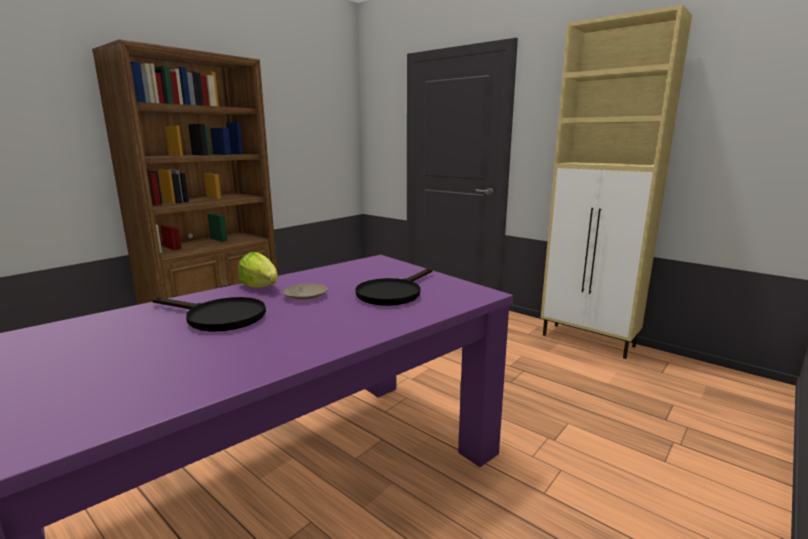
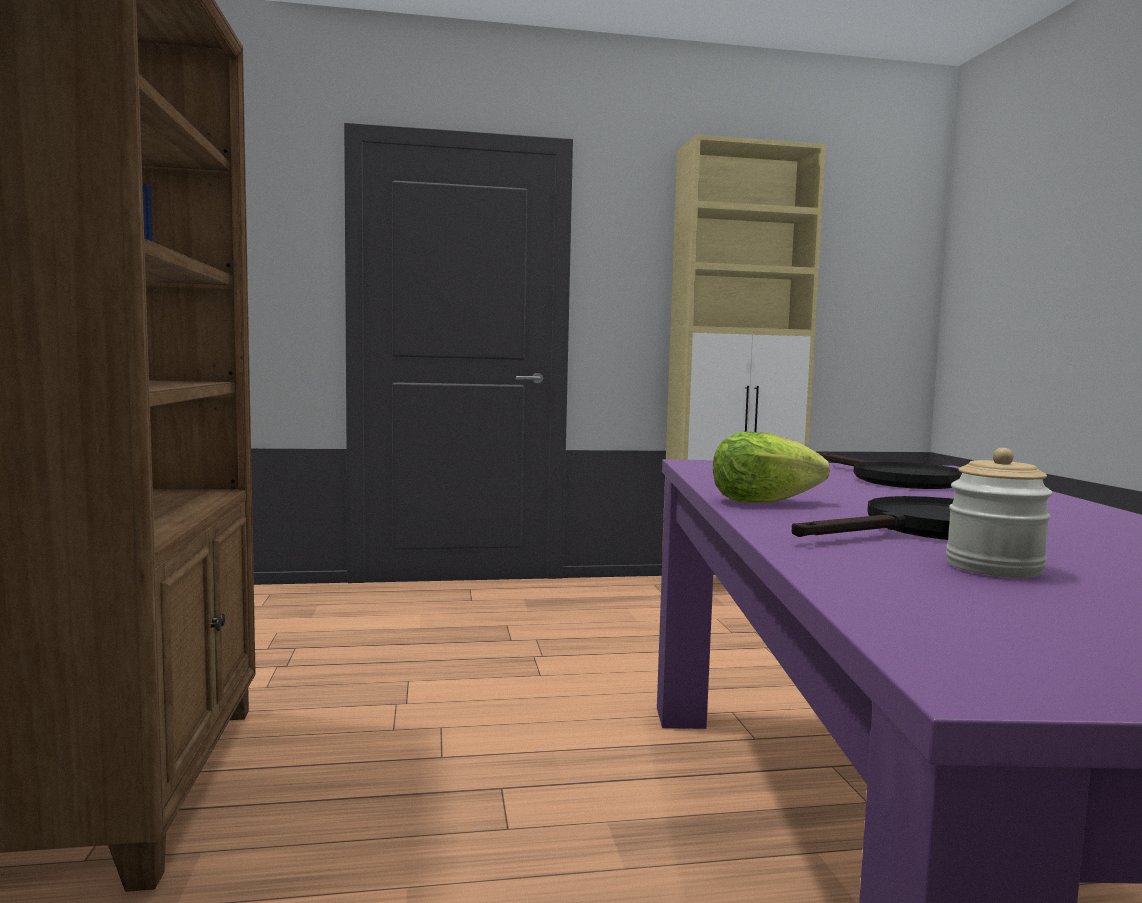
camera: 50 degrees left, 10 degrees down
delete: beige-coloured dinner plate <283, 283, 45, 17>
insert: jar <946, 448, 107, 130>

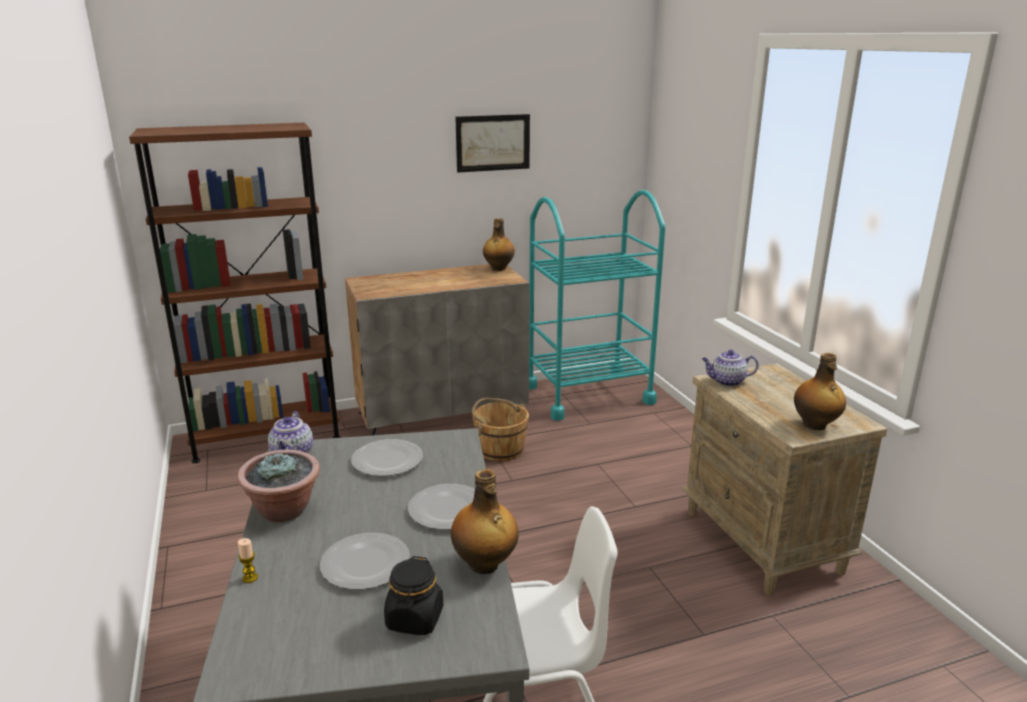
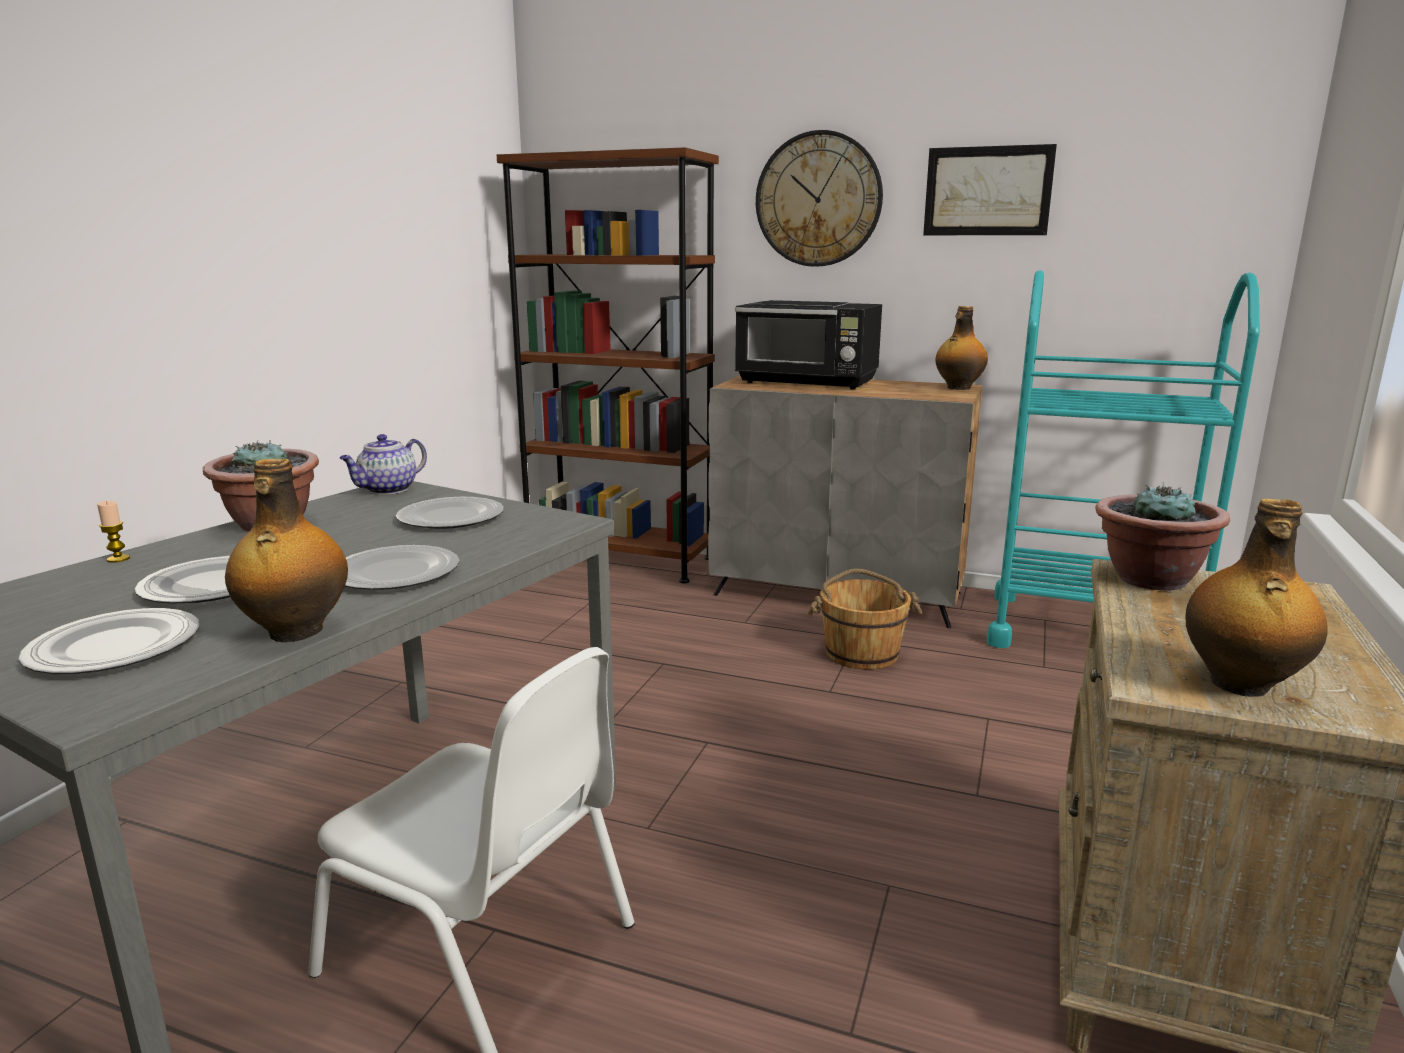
camera: 40 degrees right, 5 degrees down
insert: blackish microwave oven <735, 300, 147, 90>; wall clock <756, 130, 127, 137>
replace: blackish jar <384, 556, 59, 79> to dinner plate <19, 608, 181, 66>; tea pot <702, 350, 57, 37> to plant in a pot <1096, 482, 134, 108>

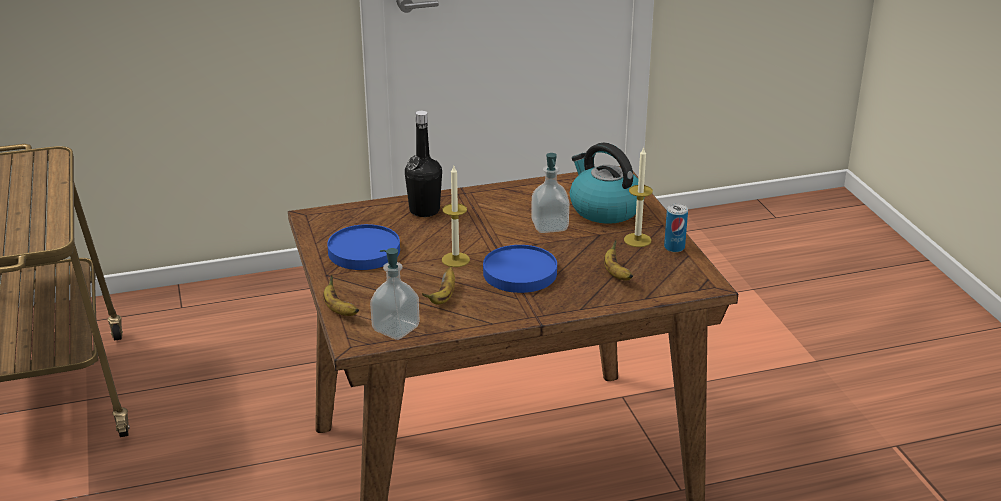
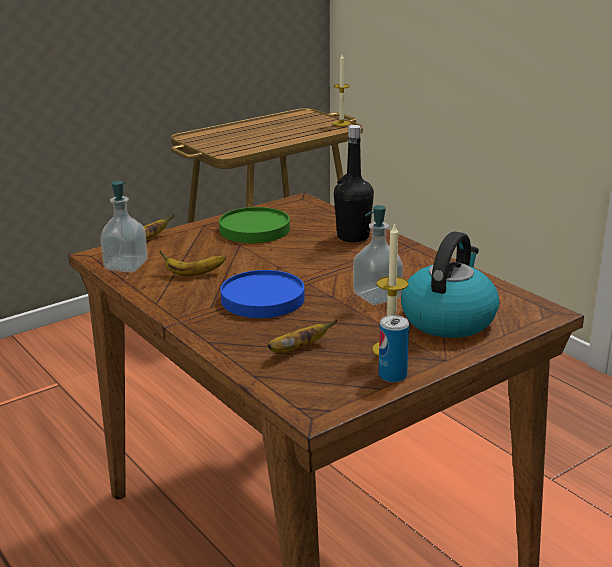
camera: 70 degrees right, 5 degrees down
move: candle <442, 166, 28, 101> to <332, 54, 19, 72>
recolor: blue dinner plate <327, 224, 73, 46> to green dinner plate <219, 207, 71, 36>

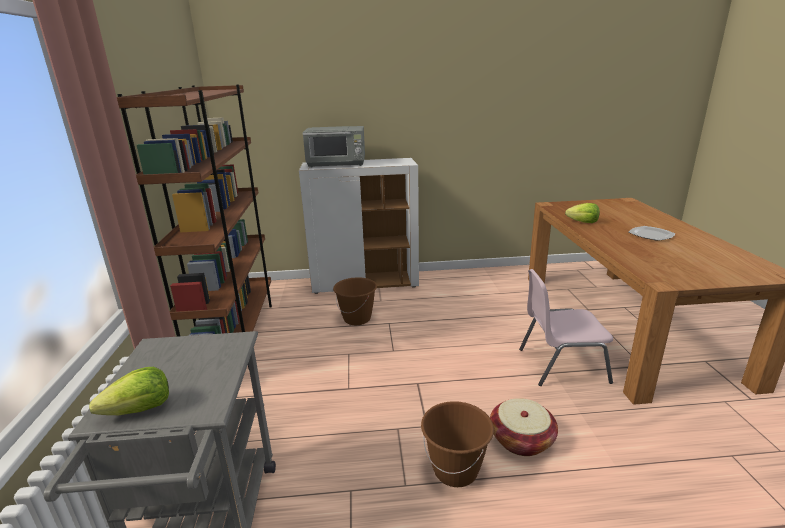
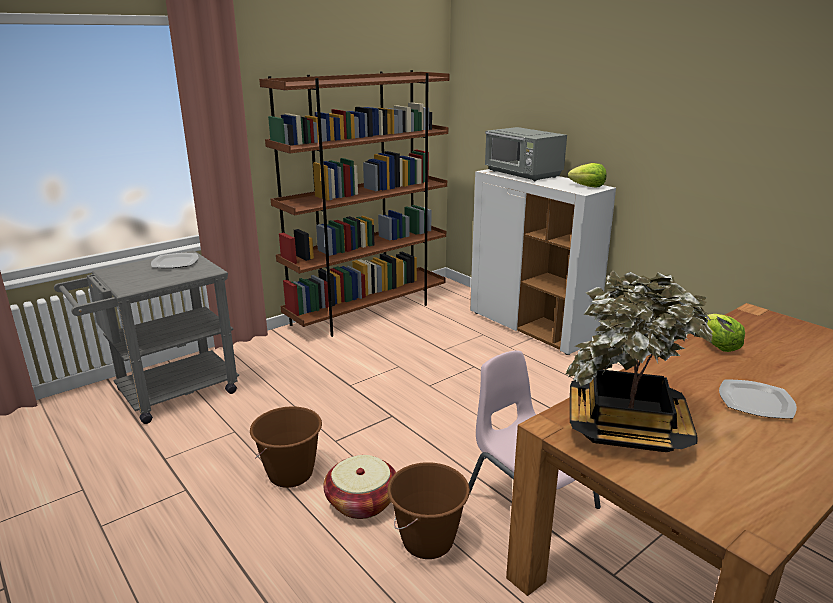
camera: 55 degrees right, 0 degrees up
insert: dinner plate <151, 253, 47, 15>; plant in a pot <565, 271, 170, 181>
move: head of lettuce <89, 367, 80, 48> to <568, 163, 39, 25>; brownish pail <333, 277, 44, 48> to <387, 462, 83, 97>

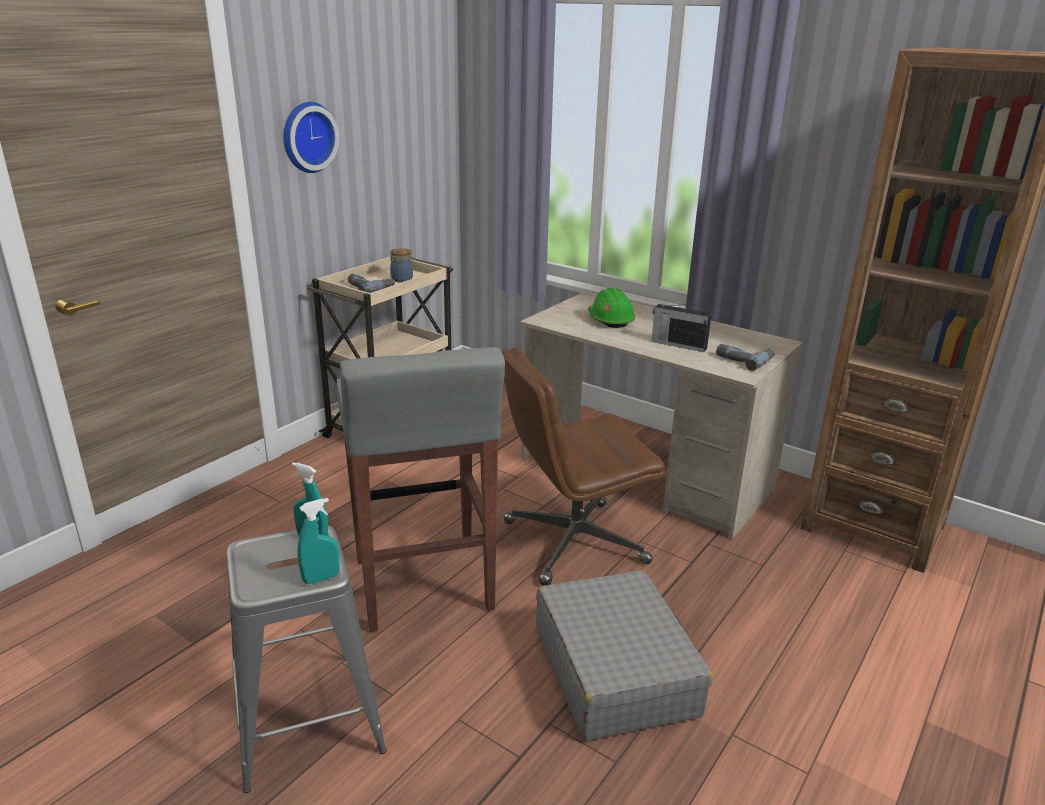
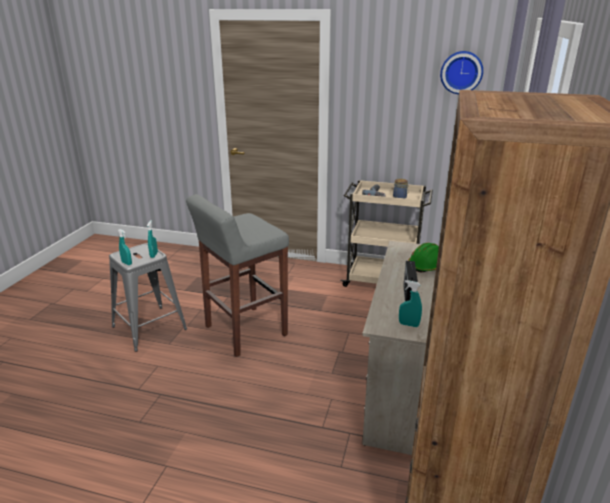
camera: 70 degrees right, 0 degrees up
delete: brownish desk chair <501, 347, 164, 239>; greyish travel case <536, 570, 176, 171>
move: wall clock <283, 102, 56, 71> to <440, 51, 43, 43>
replace: power drill <716, 344, 59, 27> to turquoise spray bottle <399, 280, 23, 47>

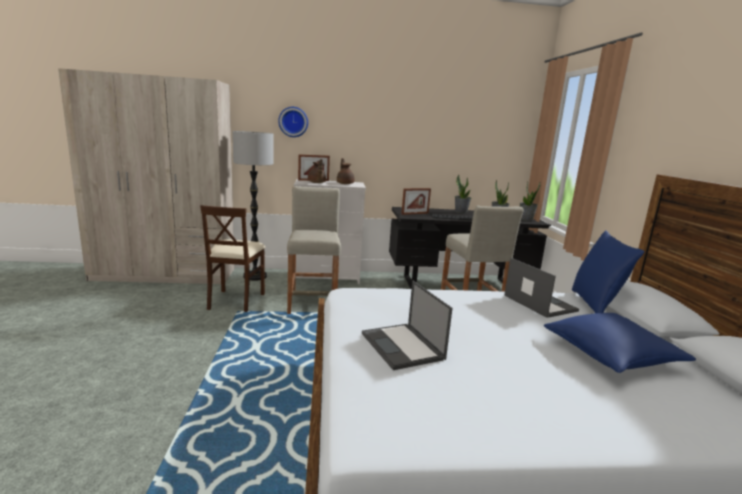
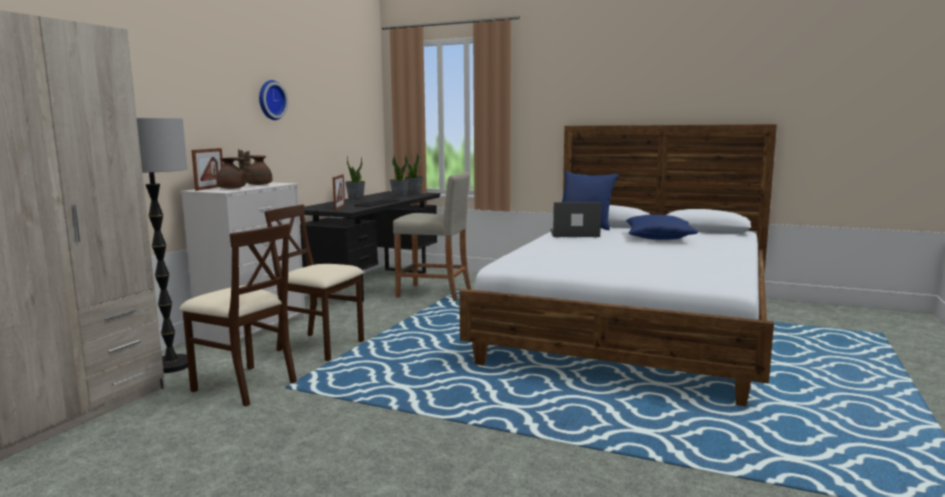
camera: 60 degrees left, 5 degrees down
delete: notebook computer <362, 281, 90, 89>
move: wall clock <278, 107, 30, 30> to <259, 80, 29, 40>
replace: beige-coloured sitting stool <287, 186, 54, 128> to beige-coloured upright chair <264, 205, 100, 156>

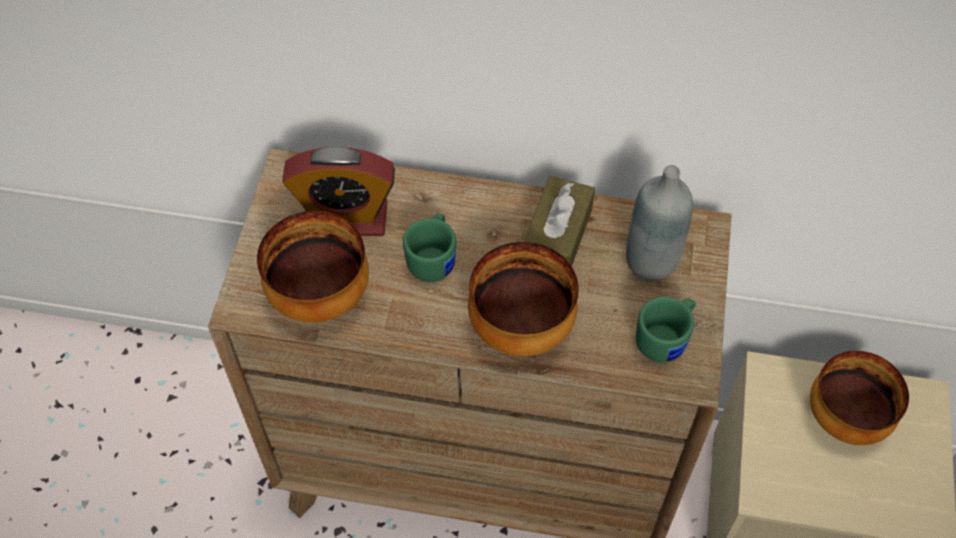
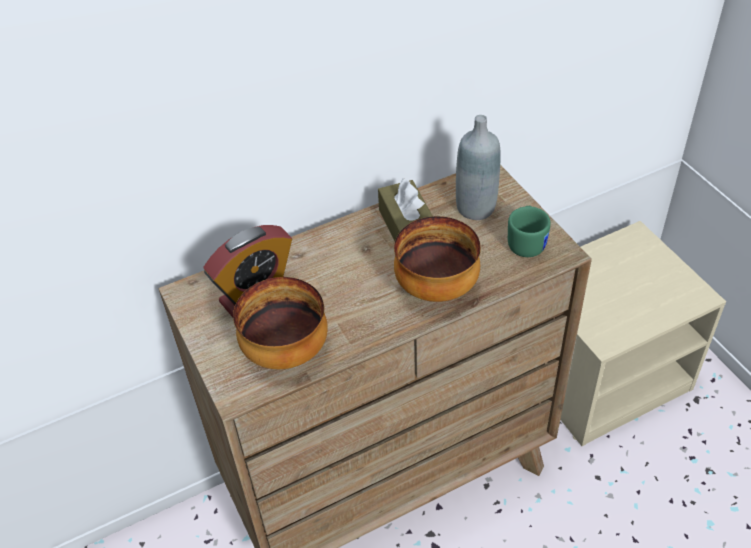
camera: 35 degrees left, 10 degrees down
delete: green coffee mug <403, 214, 53, 68>; deep dish <810, 351, 99, 94>

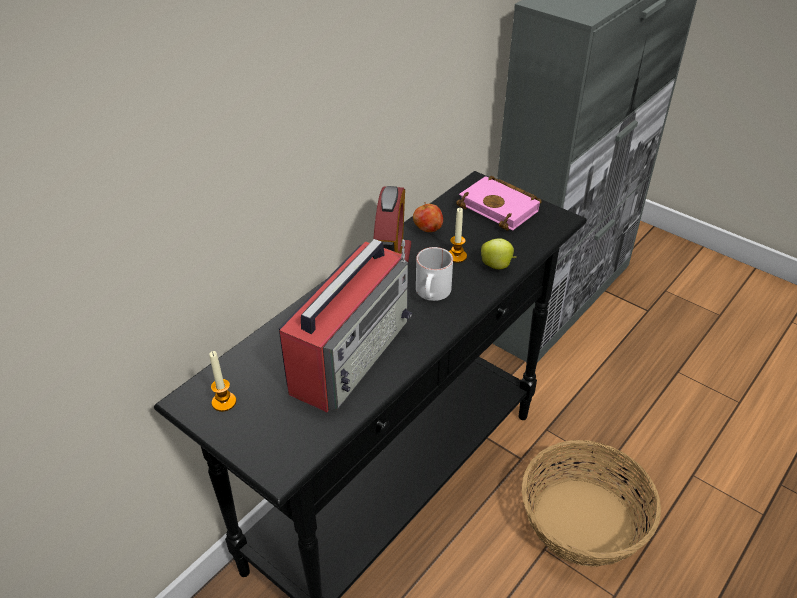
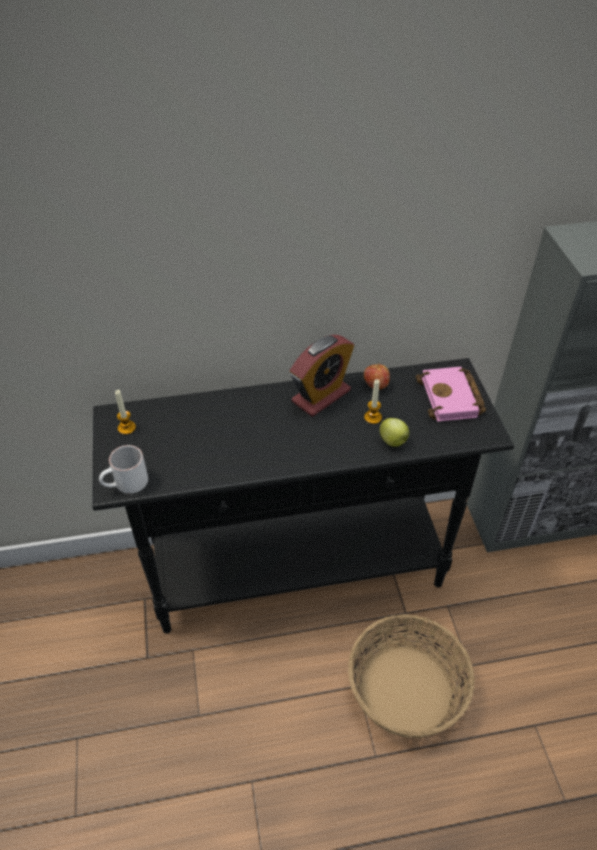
camera: 40 degrees right, 5 degrees up
delete: radio set <279, 239, 133, 173>
move: white coffee mug <416, 247, 37, 54> to <99, 445, 49, 49>

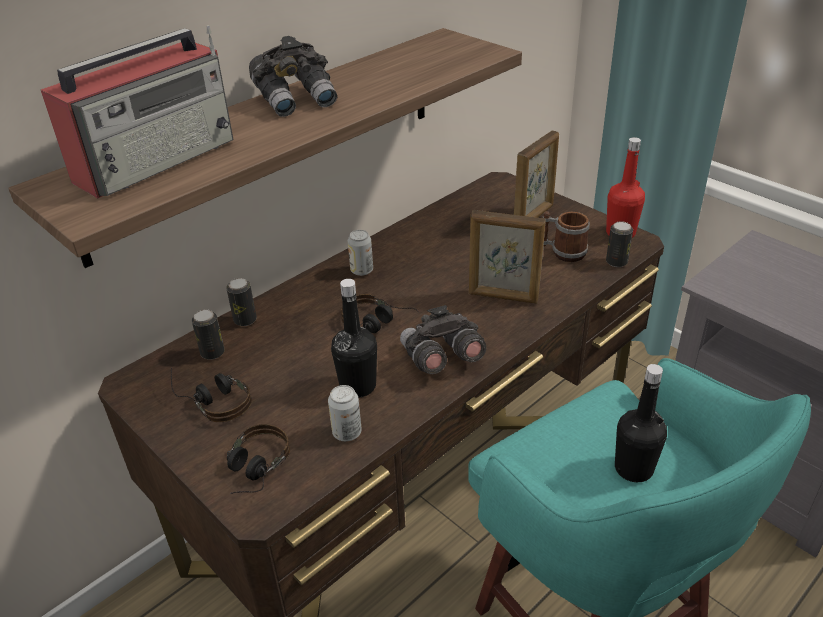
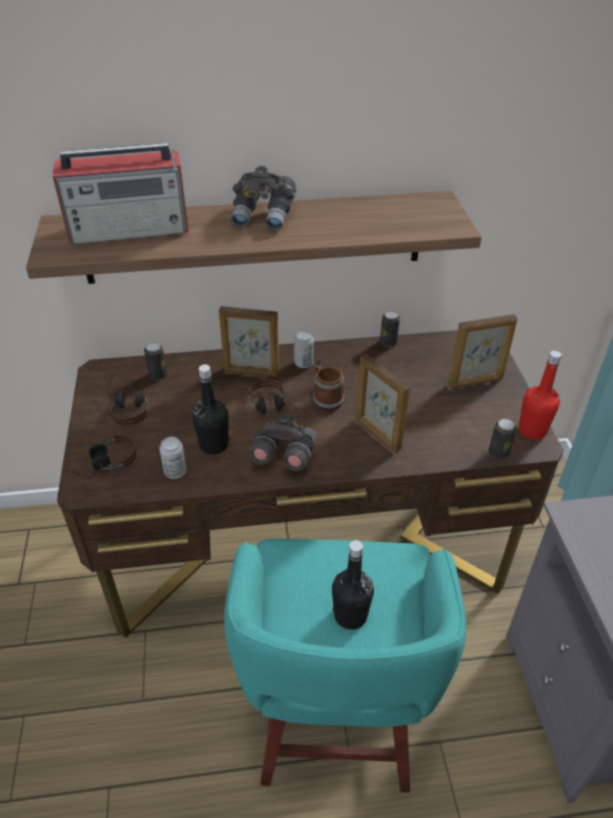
camera: 35 degrees right, 5 degrees up
insert: picture frame <219, 306, 60, 71>
move: metal can <226, 278, 31, 48> to <380, 311, 20, 36>; coffee mug <543, 211, 47, 51> to <313, 359, 31, 52>

